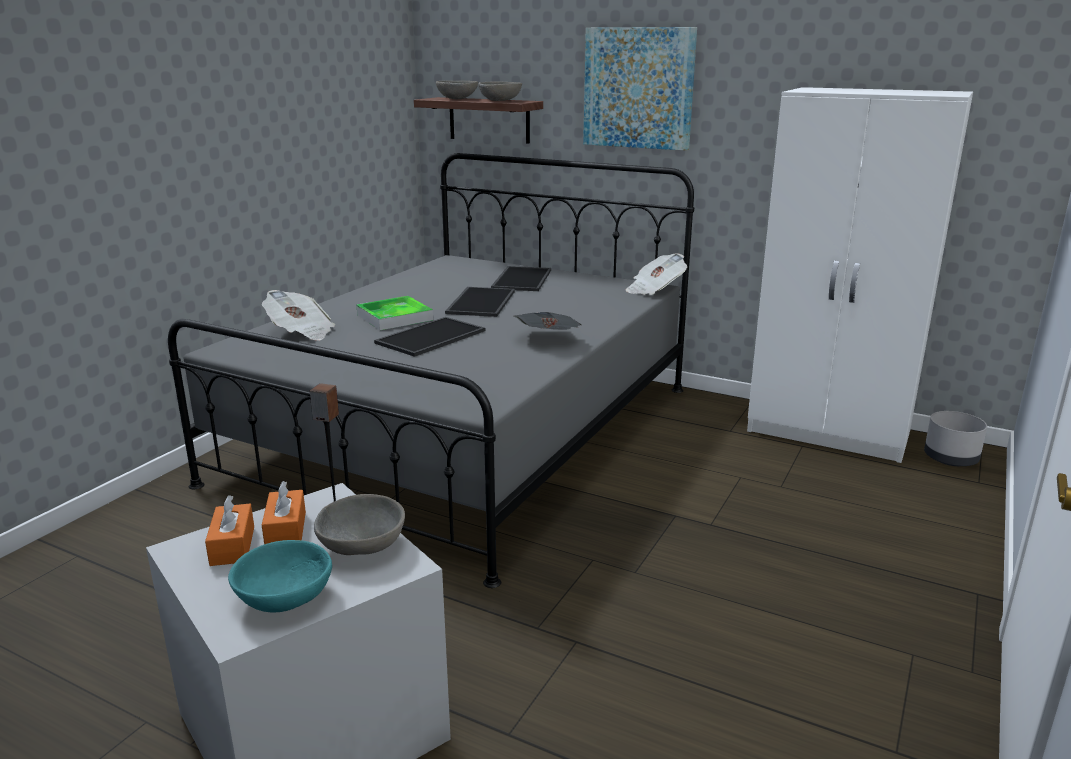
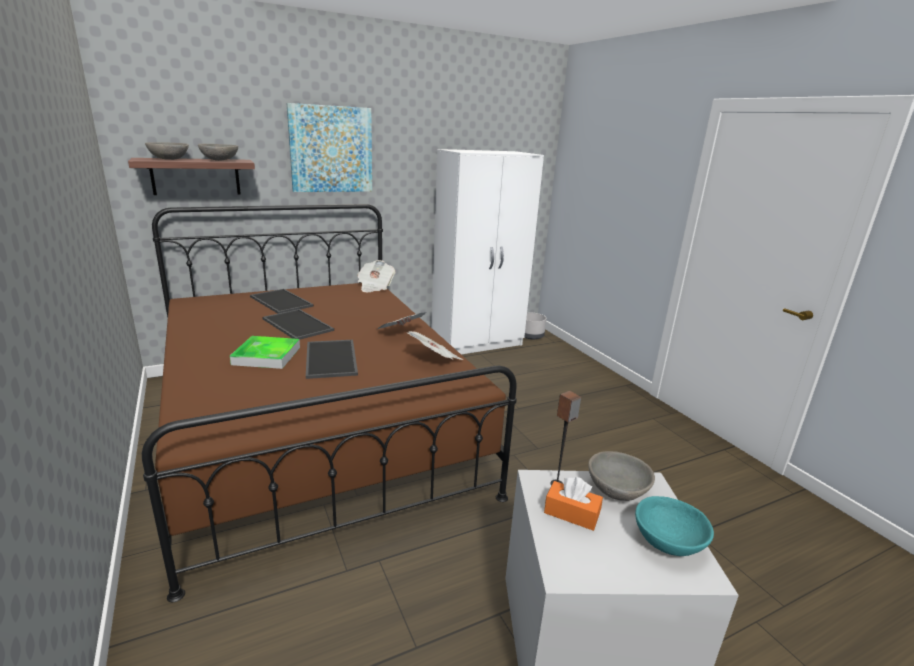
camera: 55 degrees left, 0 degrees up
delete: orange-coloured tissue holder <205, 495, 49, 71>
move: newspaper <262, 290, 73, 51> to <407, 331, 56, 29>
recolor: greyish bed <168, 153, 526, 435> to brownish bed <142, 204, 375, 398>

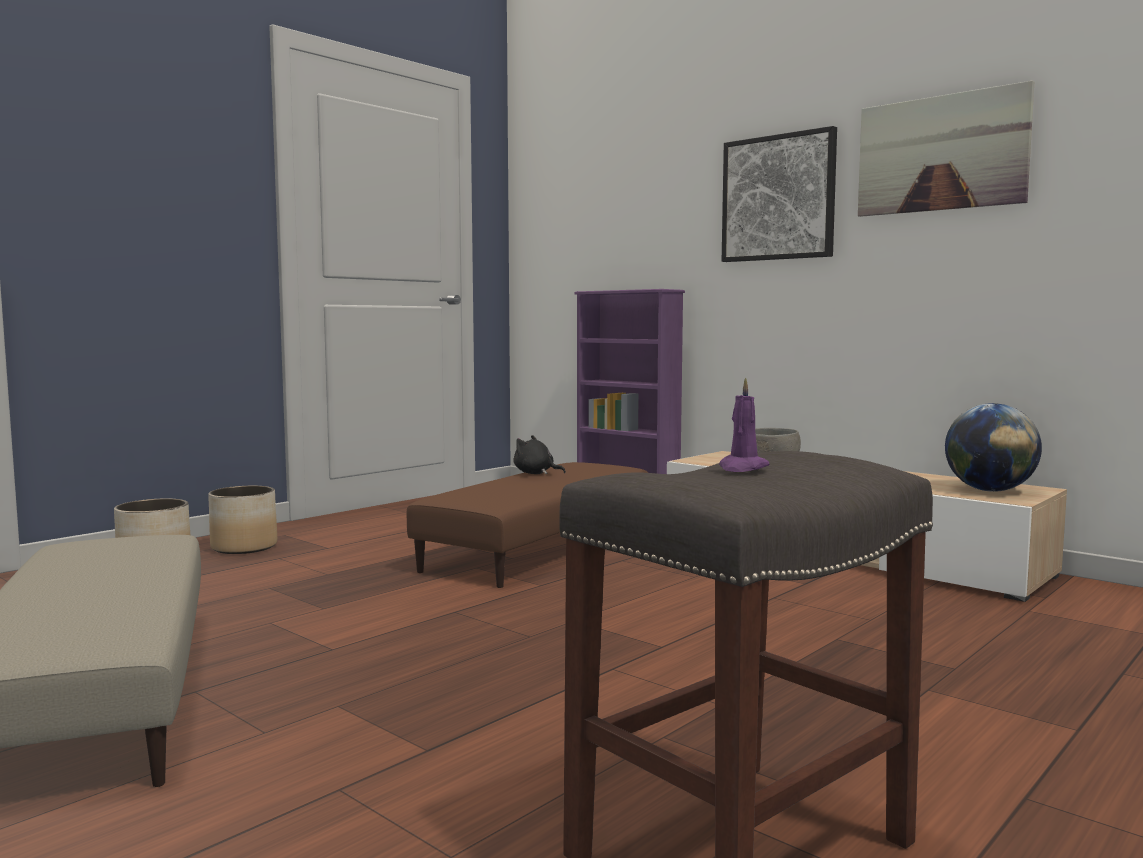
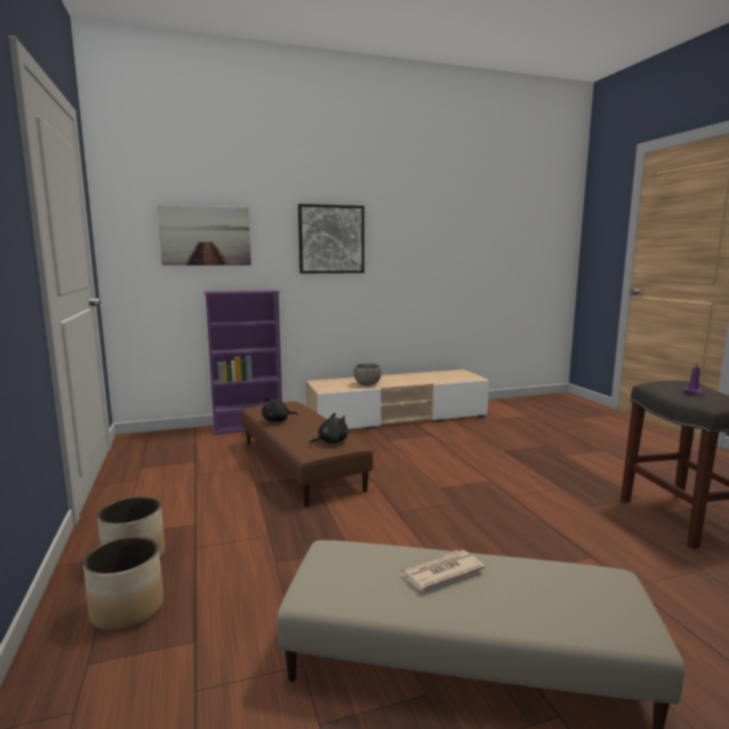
camera: 60 degrees left, 5 degrees up
delete: world globe <945, 403, 97, 89>
insert: blackish soft toy <309, 413, 39, 32>; newspaper <400, 550, 85, 40>
move: wall picture <858, 80, 176, 137> to <157, 205, 94, 61>

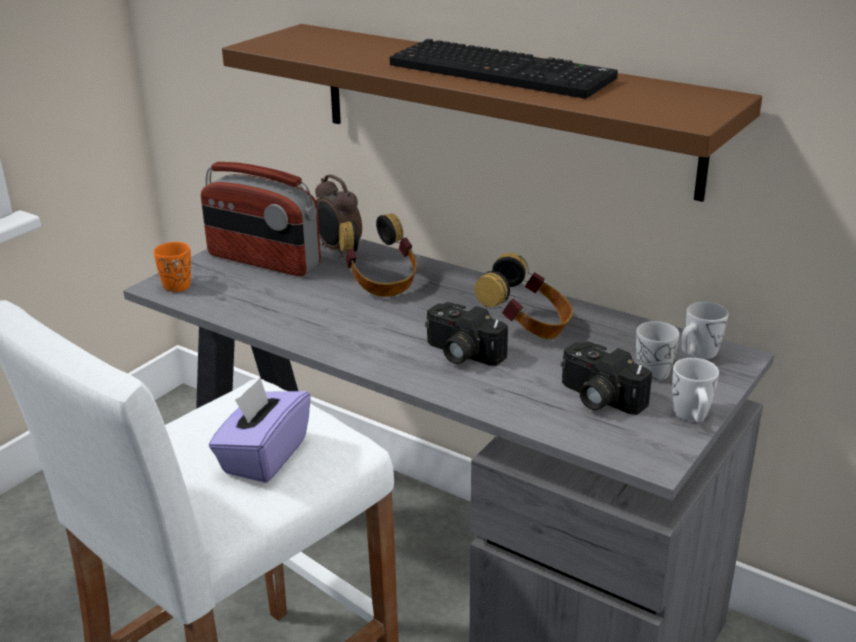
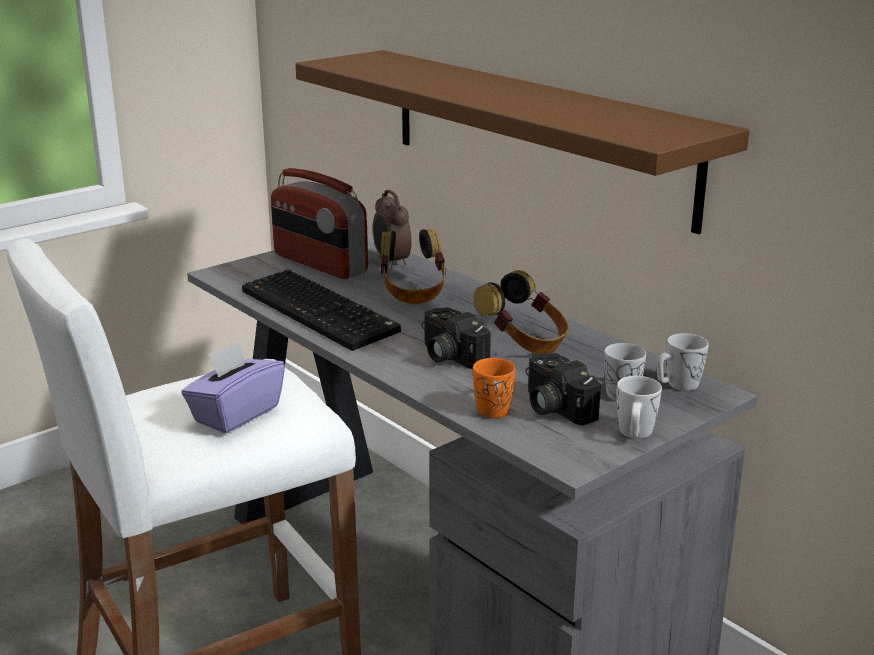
camera: 15 degrees right, 5 degrees down
move: orange-coloured coffee mug <154, 242, 37, 50> to <473, 358, 42, 61>; keyboard <389, 39, 229, 60> to <242, 269, 159, 82>

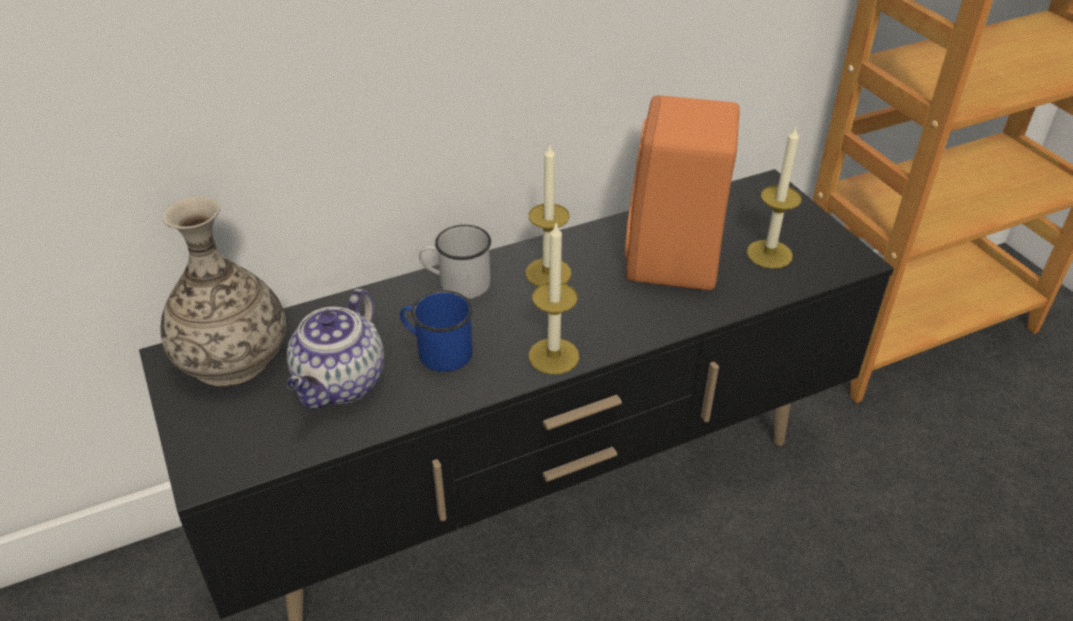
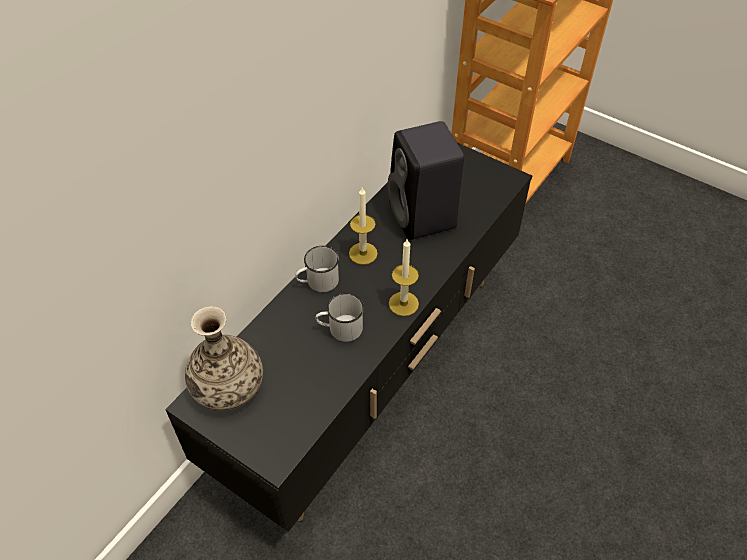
camera: 30 degrees left, 10 degrees up
delete: tea pot <287, 289, 97, 120>; candle <747, 125, 55, 144>
recolor: blue coffee mug <400, 290, 73, 82> to white coffee mug <316, 293, 48, 49>; orange-coloured speaker <625, 95, 115, 195> to blackish speaker <388, 121, 76, 119>

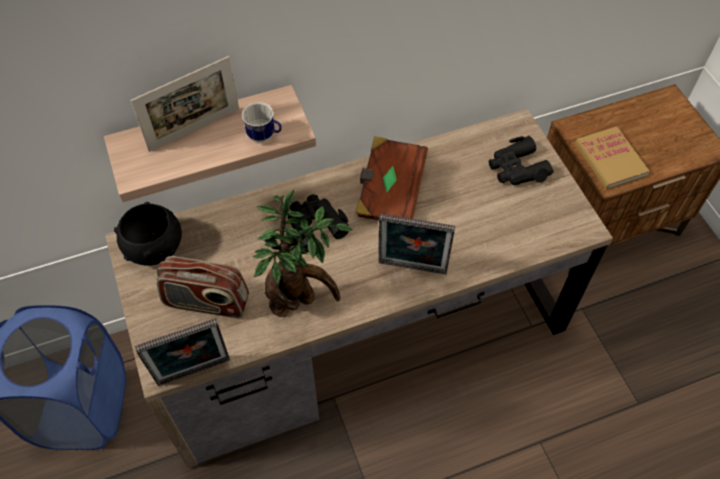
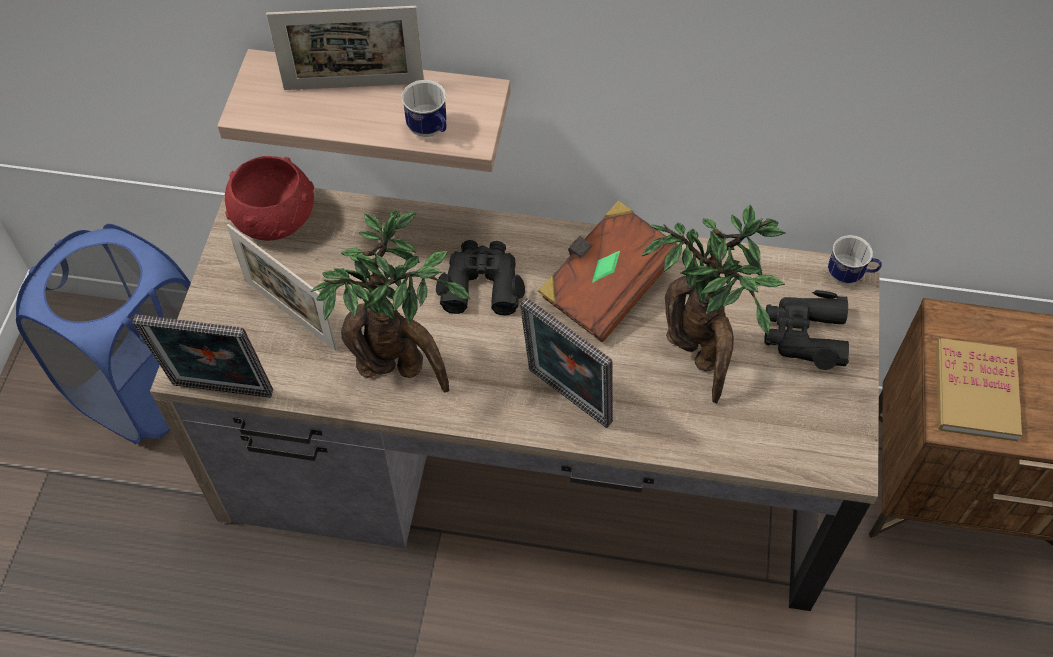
camera: 30 degrees right, 0 degrees up
insert: plant in a pot <642, 205, 143, 198>; coffee mug <828, 235, 54, 50>
replace: radio set <156, 256, 93, 62> to picture frame <227, 224, 110, 127>
recolor: blackish deep dish <114, 202, 68, 63> to red deep dish <225, 156, 89, 85>

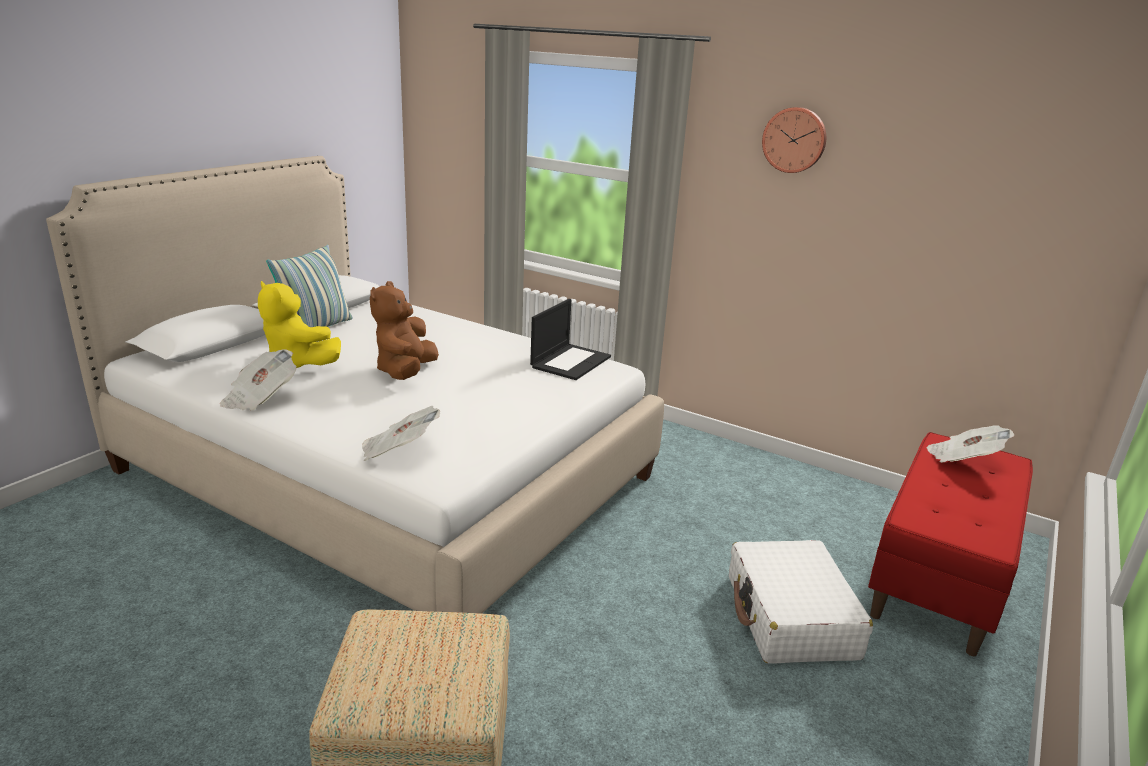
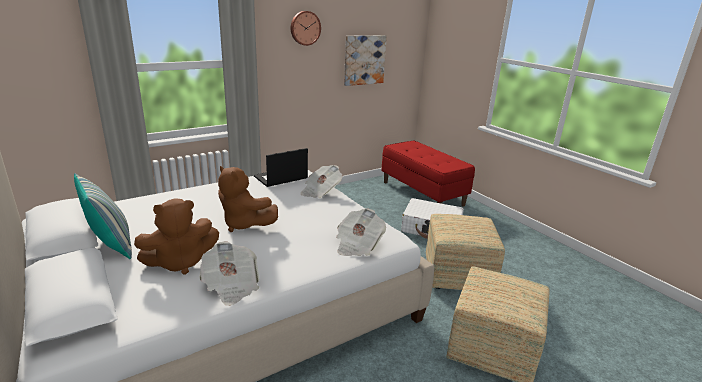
camera: 65 degrees left, 0 degrees up
insert: wall picture <344, 35, 43, 51>; footrest <426, 214, 79, 76>
move: newspaper <927, 425, 87, 38> to <300, 165, 43, 33>
recolor: yellowish soft toy <258, 281, 83, 87> to brownish soft toy <134, 198, 85, 77>
rotate: notebook computer <530, 299, 81, 81> = <254, 148, 54, 39> 90 degrees counterclockwise

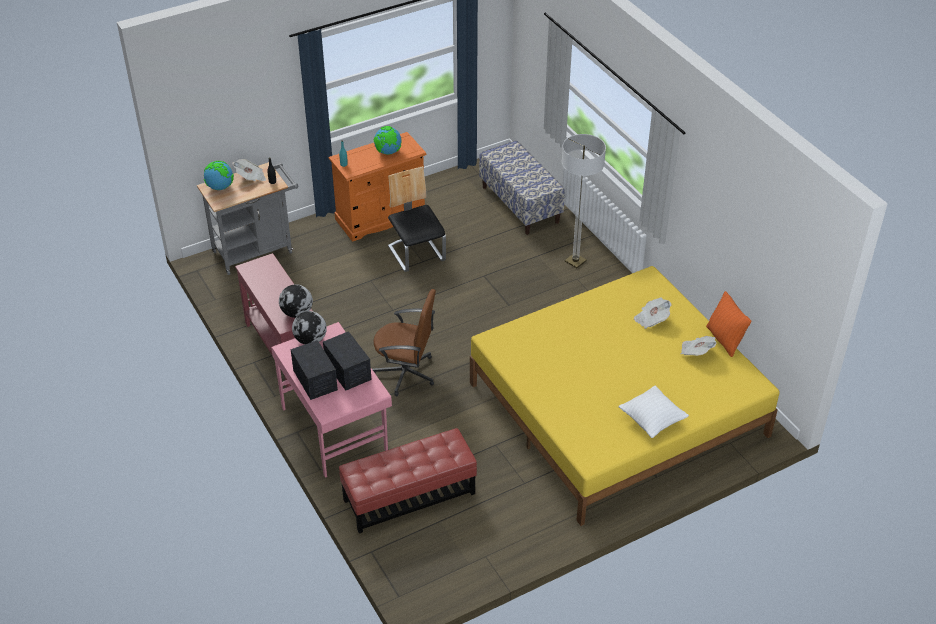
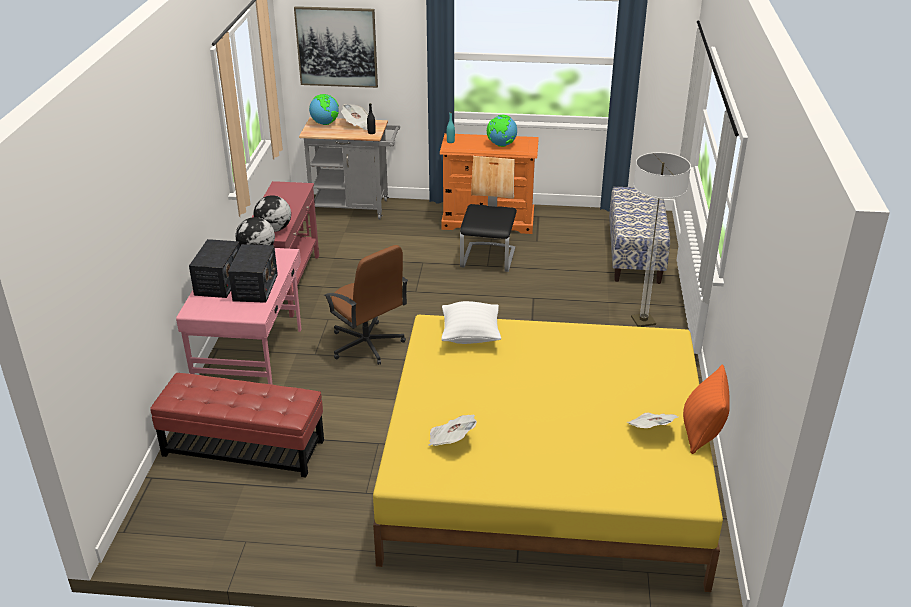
camera: 35 degrees right, 10 degrees down
insert: wall picture <294, 6, 84, 82>
move: white pillow <618, 386, 71, 52> to <441, 301, 60, 43>; newspaper <634, 298, 38, 31> to <429, 415, 48, 31>

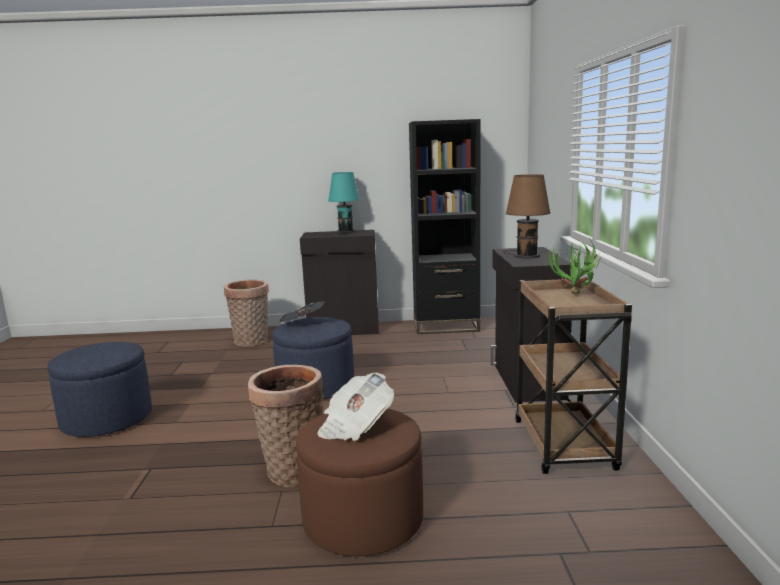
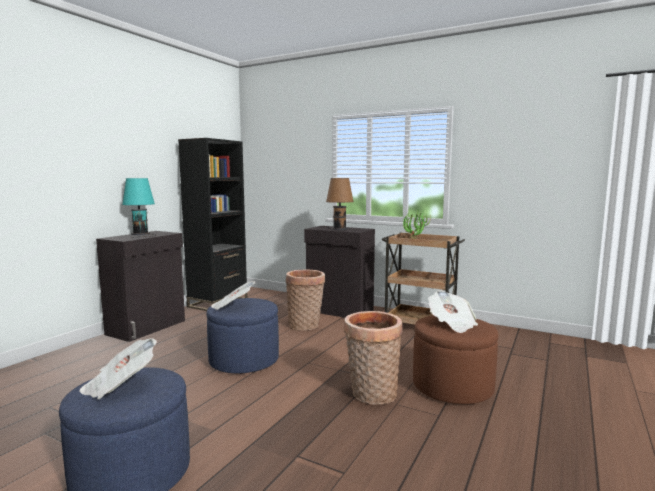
camera: 60 degrees left, 5 degrees down
insert: newspaper <79, 338, 78, 61>
move: storage basket <224, 280, 45, 66> to <286, 269, 39, 62>

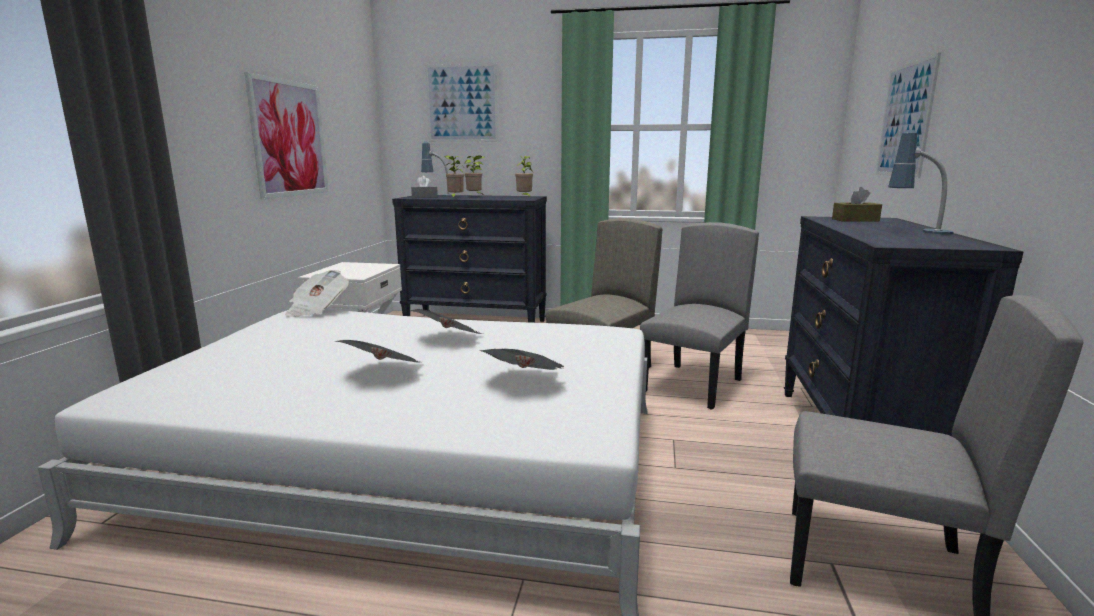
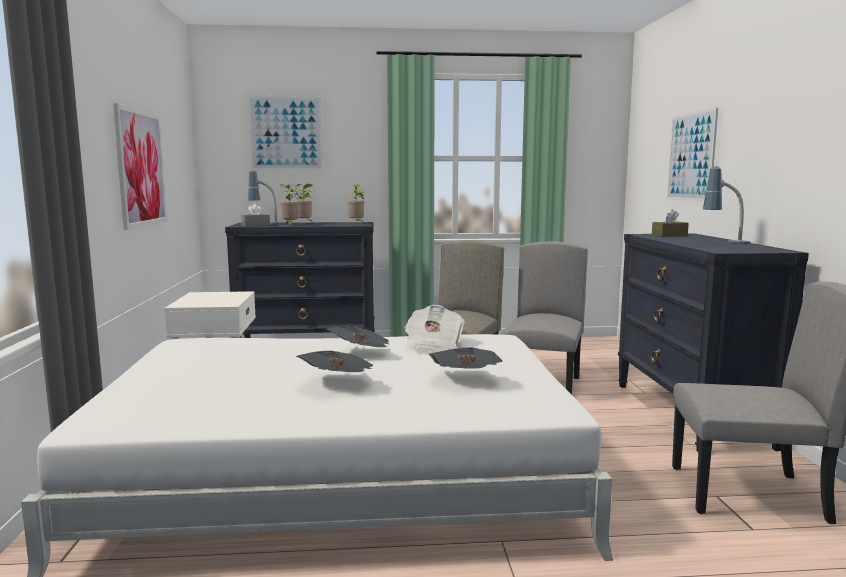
camera: 15 degrees left, 5 degrees down
move: newspaper <285, 270, 64, 47> to <404, 305, 61, 49>

